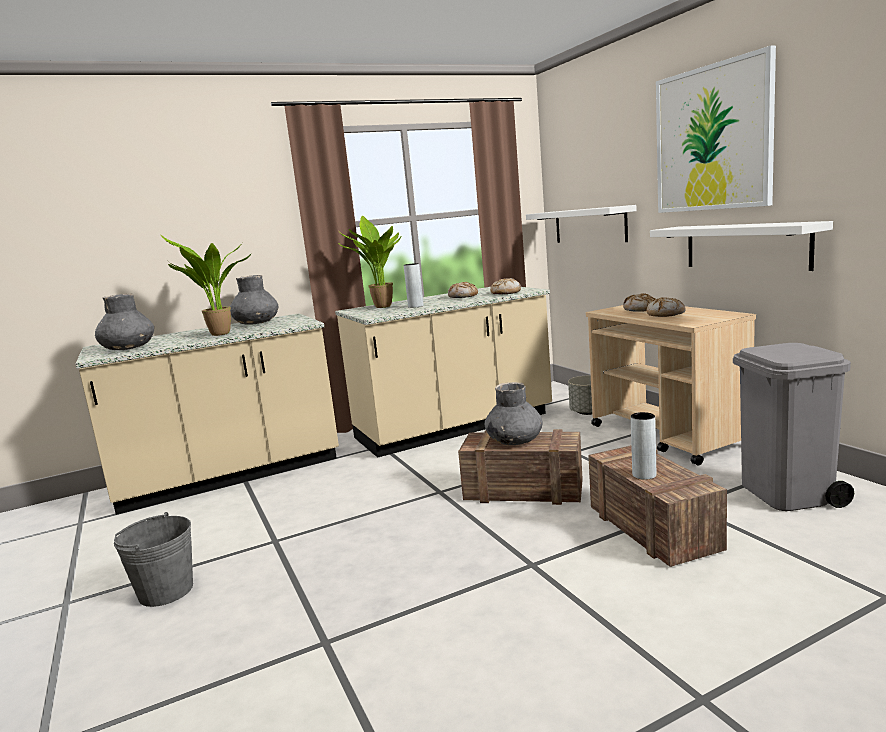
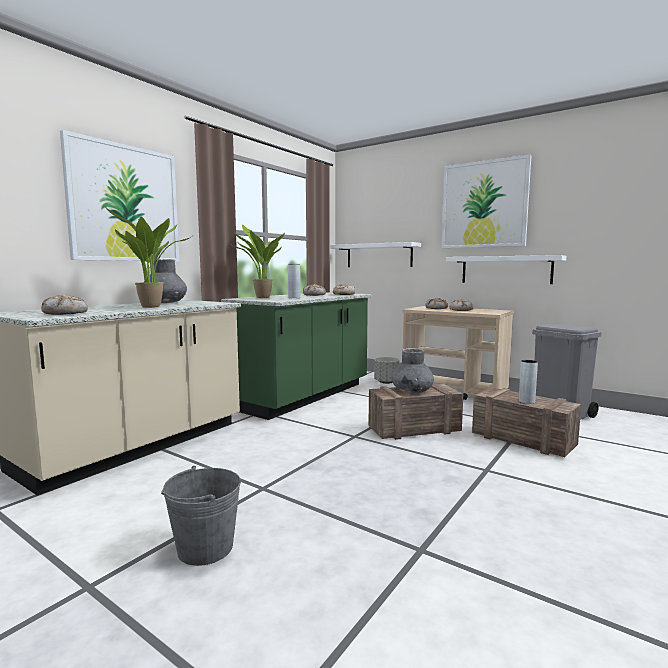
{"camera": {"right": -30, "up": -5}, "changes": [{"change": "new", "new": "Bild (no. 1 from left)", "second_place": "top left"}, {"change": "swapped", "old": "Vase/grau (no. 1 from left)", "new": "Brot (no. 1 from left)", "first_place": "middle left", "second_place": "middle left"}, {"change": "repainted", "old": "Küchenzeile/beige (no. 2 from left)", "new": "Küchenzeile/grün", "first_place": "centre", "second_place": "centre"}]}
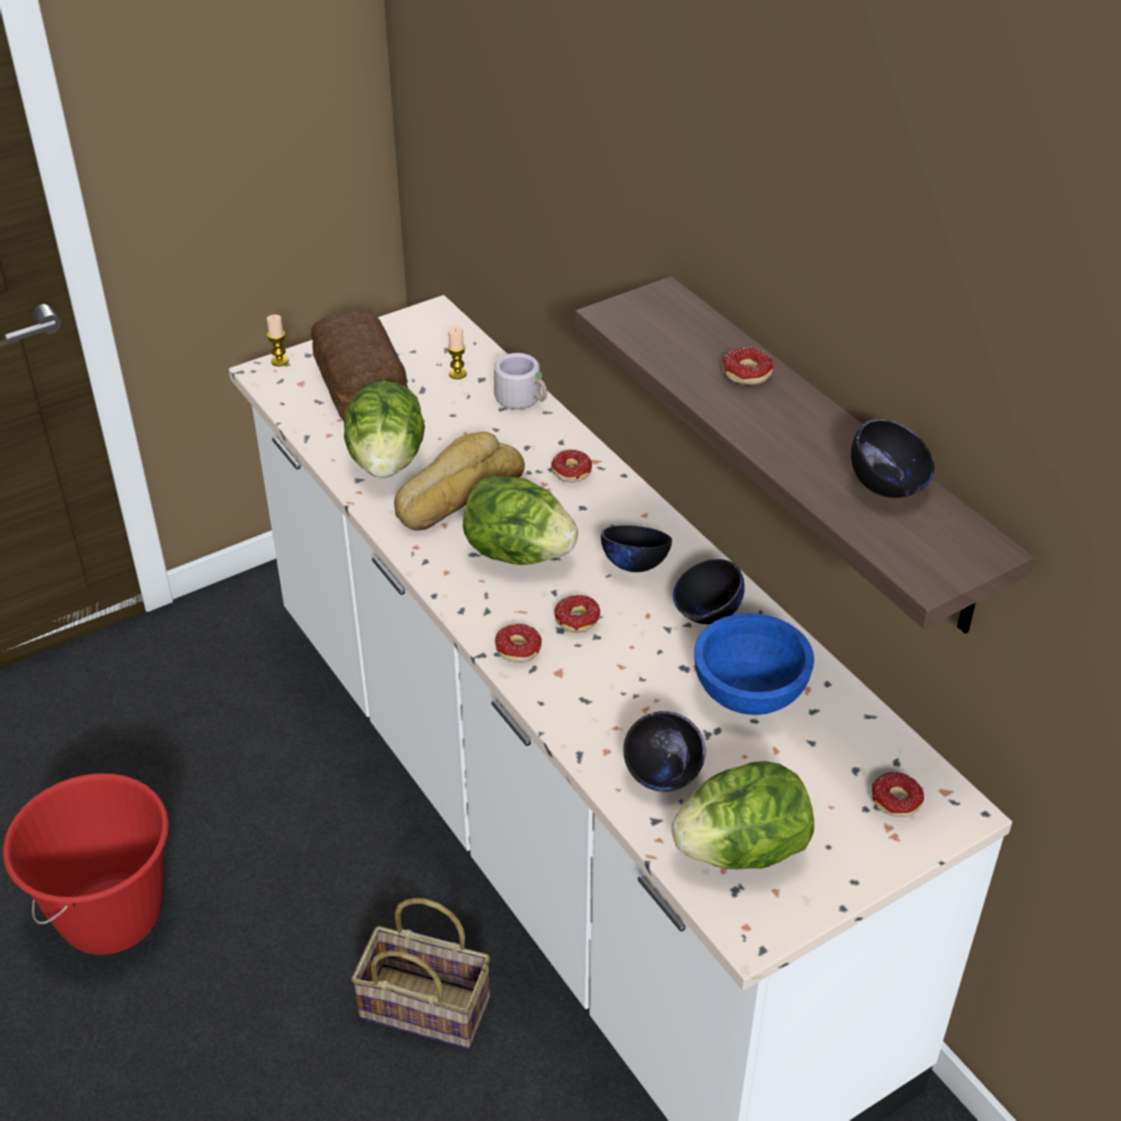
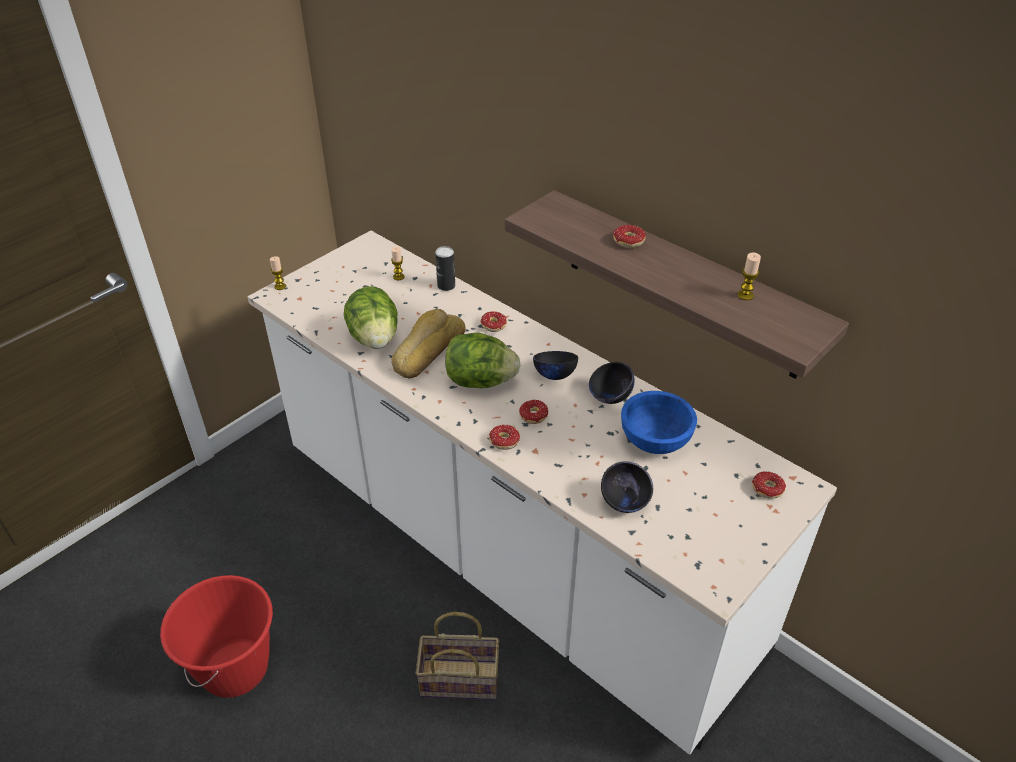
{"camera": {"right": -15, "up": 0}, "changes": [{"change": "gone", "old": "Brot (no. 1 from left)", "first_place": "top left"}, {"change": "gone", "old": "Salatkopf (no. 3 from left)", "first_place": "bottom centre"}, {"change": "swapped", "old": "Henkelbecher/grau", "new": "Dose", "first_place": "centre", "second_place": "centre"}, {"change": "swapped", "old": "Schüssel/schwarz (no. 4 from left)", "new": "Kerze (no. 3 from left)", "first_place": "middle right", "second_place": "middle right"}]}
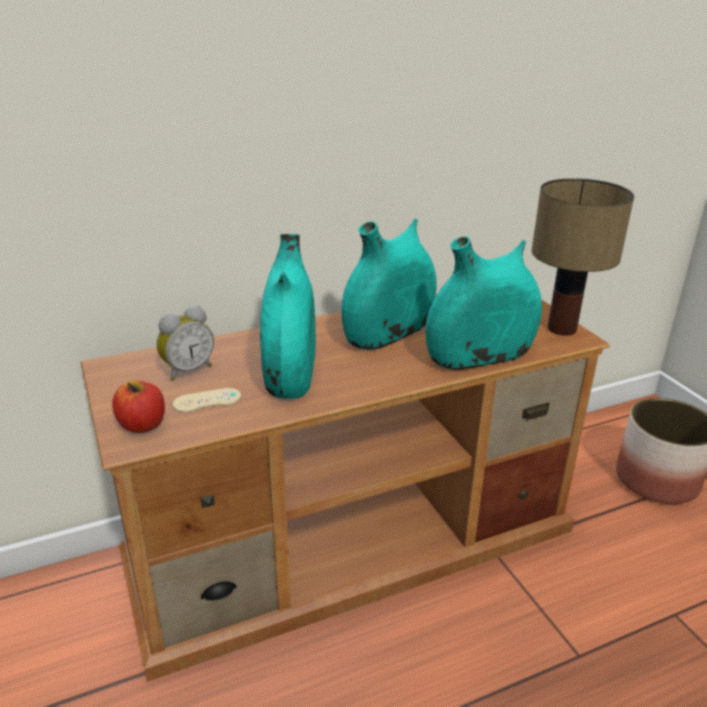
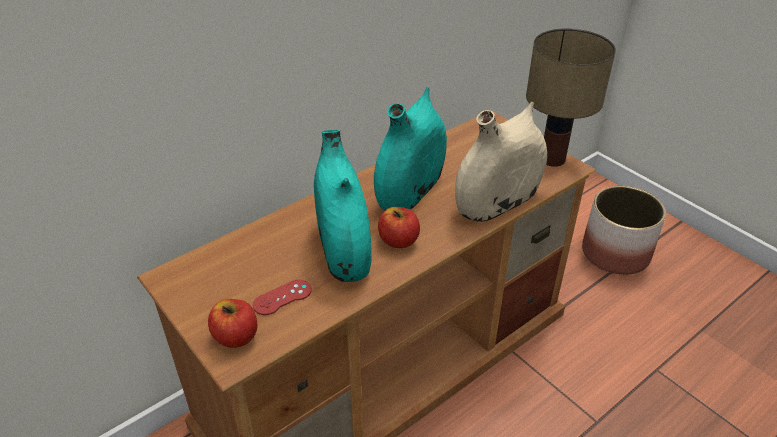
{"camera": {"right": -15, "up": 10}, "changes": [{"change": "gone", "old": "Wecker", "first_place": "middle left"}, {"change": "new", "new": "Apfel (no. 2 from left)", "second_place": "centre"}, {"change": "repainted", "old": "Gamepad/beige", "new": "Gamepad/rot", "first_place": "middle left", "second_place": "bottom centre"}, {"change": "repainted", "old": "Vase/türkis (no. 3 from left)", "new": "Vase/beige", "first_place": "middle right", "second_place": "centre"}]}
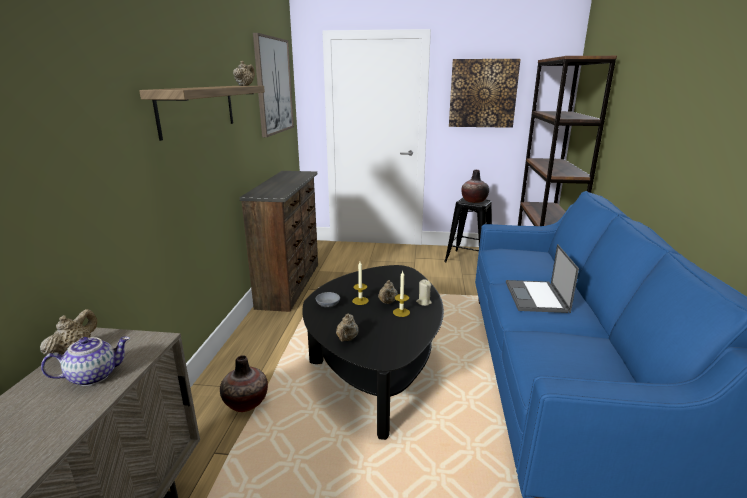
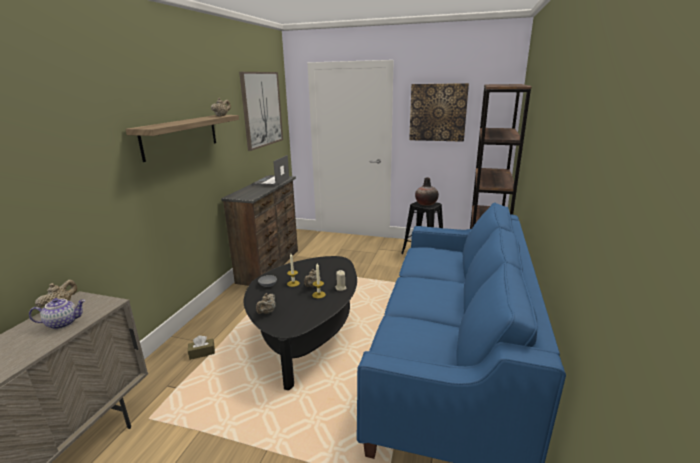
{"camera": {"right": 10, "up": 0}, "changes": [{"change": "shifted", "old": "Laptop", "first_place": "middle right", "second_place": "centre"}, {"change": "swapped", "old": "Vase (no. 1 from left)", "new": "Taschentuchbox/braun", "first_place": "bottom left", "second_place": "bottom left"}]}
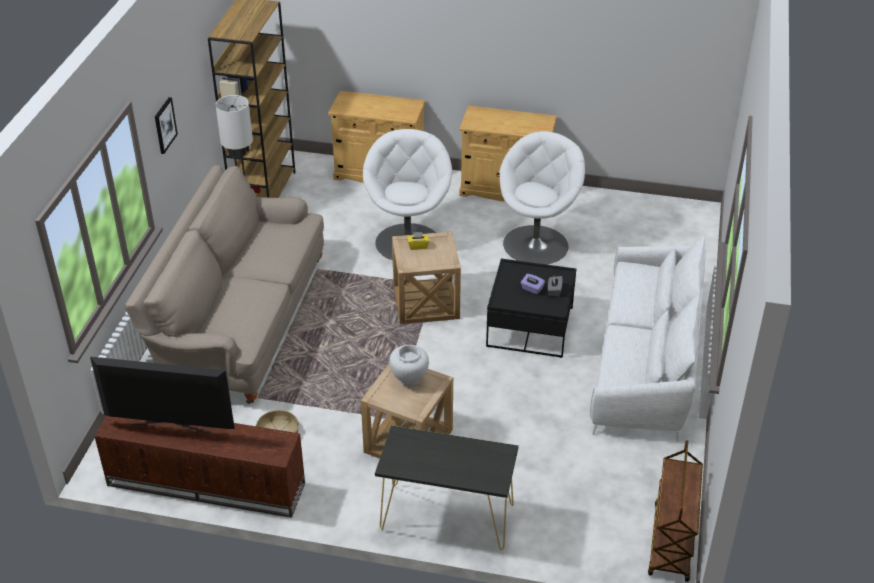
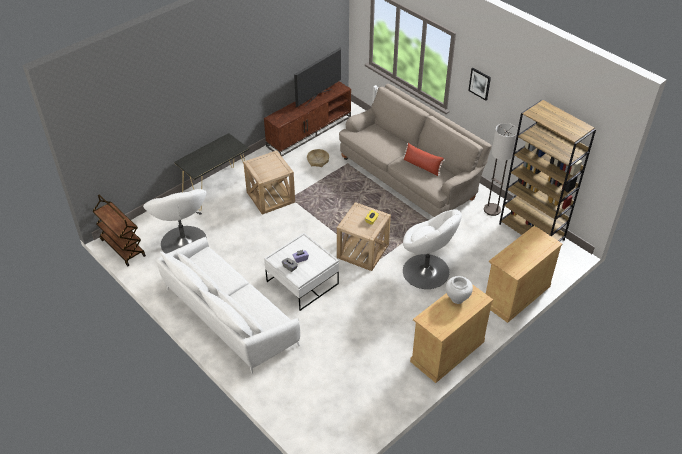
{"camera": {"right": 125, "up": 5}, "changes": [{"change": "new", "new": "Kissen/rot", "second_place": "centre"}, {"change": "shifted", "old": "Vase/weiß", "first_place": "centre", "second_place": "middle right"}, {"change": "shifted", "old": "Sessel/weiß (no. 2 from left in the first image)", "new": "Sessel/weiß (no. 1 from left)", "first_place": "centre", "second_place": "middle left"}, {"change": "repainted", "old": "Couchtisch/schwarz", "new": "Couchtisch/weiß", "first_place": "centre", "second_place": "centre"}]}
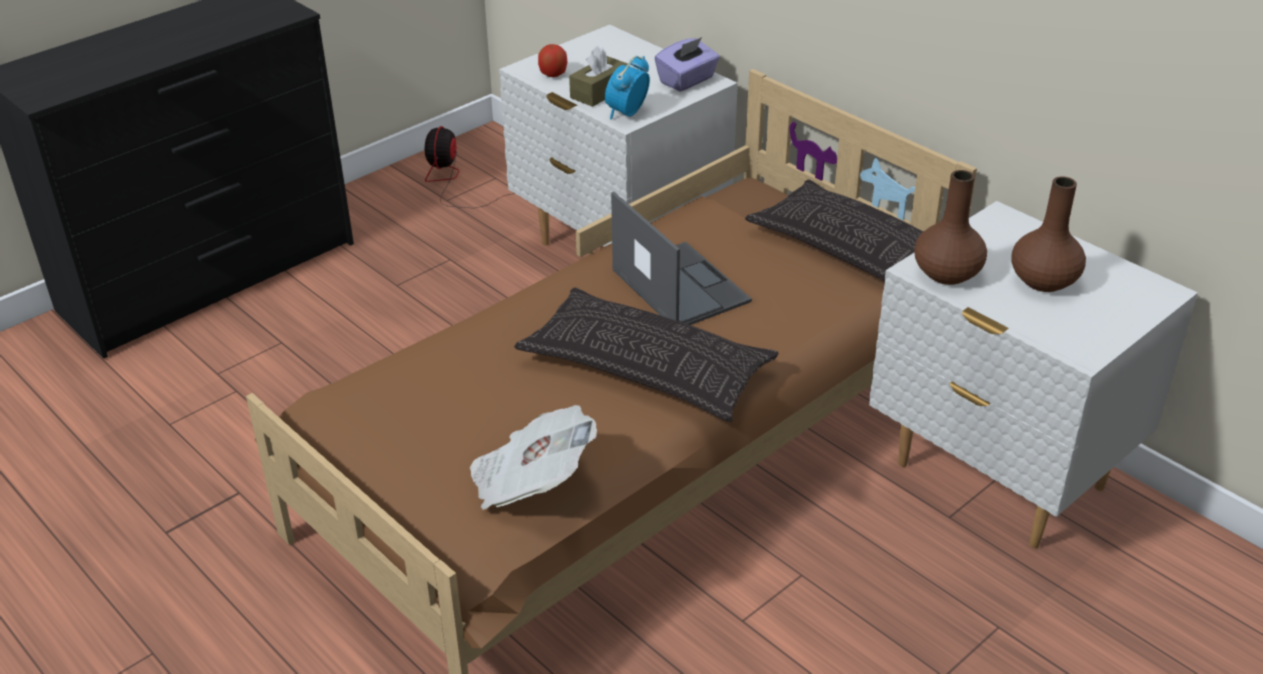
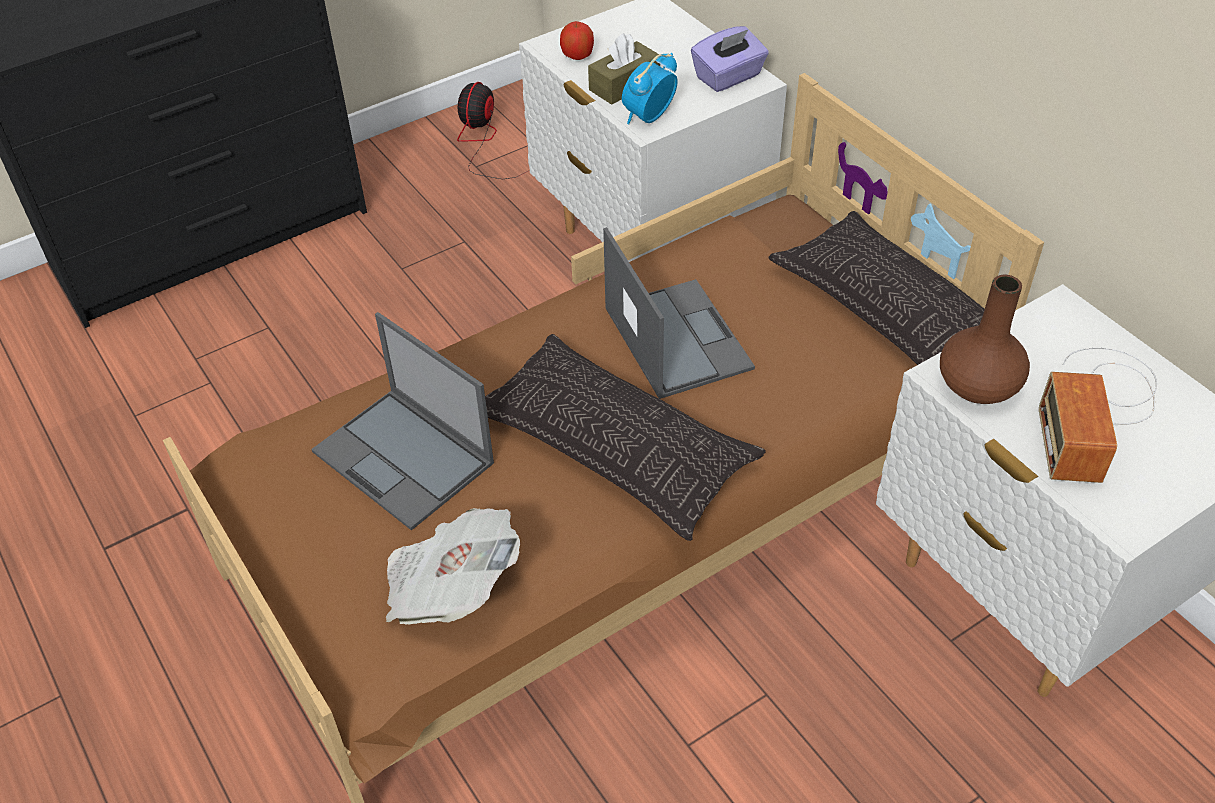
{"camera": {"right": 10, "up": 10}, "changes": [{"change": "new", "new": "Laptop (no. 1 from left)", "second_place": "middle left"}, {"change": "swapped", "old": "Vase/braun (no. 2 from left)", "new": "Radio", "first_place": "middle right", "second_place": "middle right"}]}
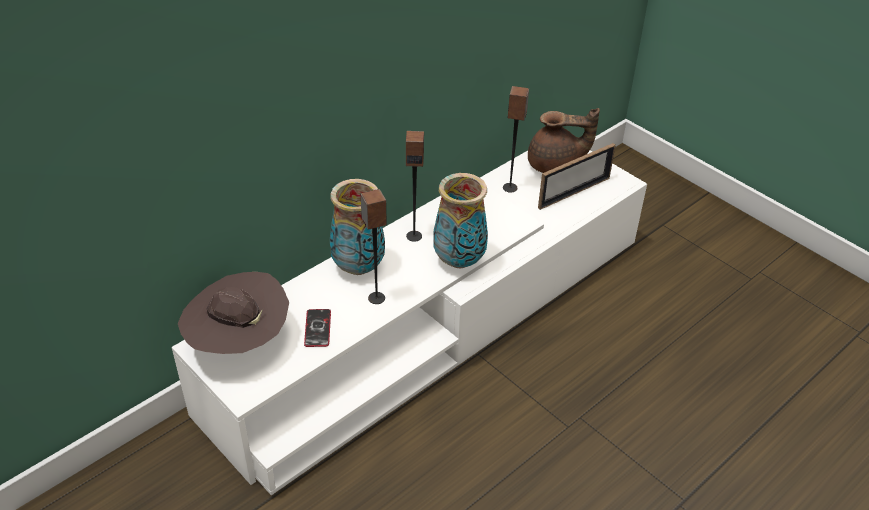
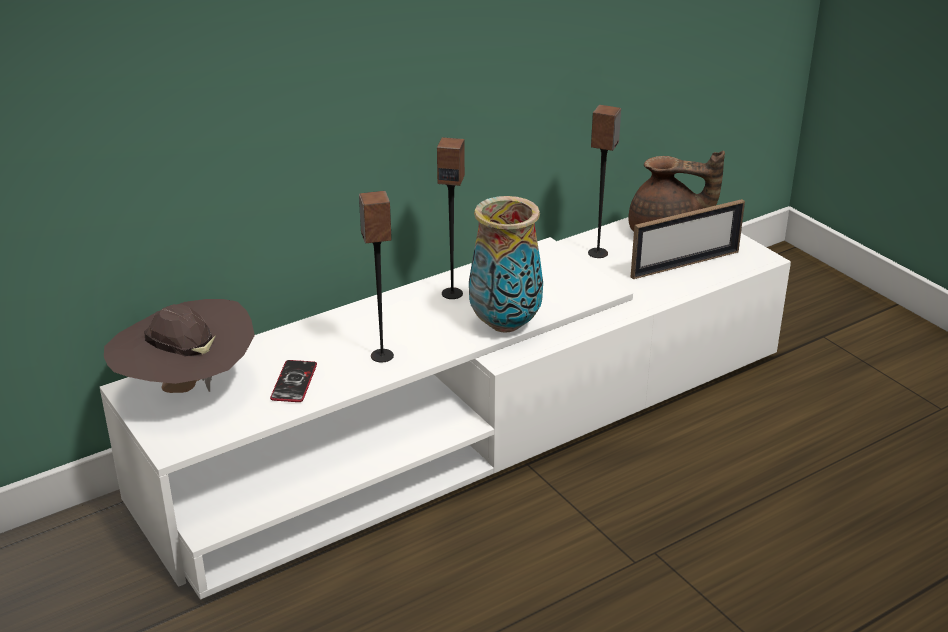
{"camera": {"right": 10, "up": -10}, "changes": [{"change": "gone", "old": "Vase (no. 1 from left)", "first_place": "centre"}]}
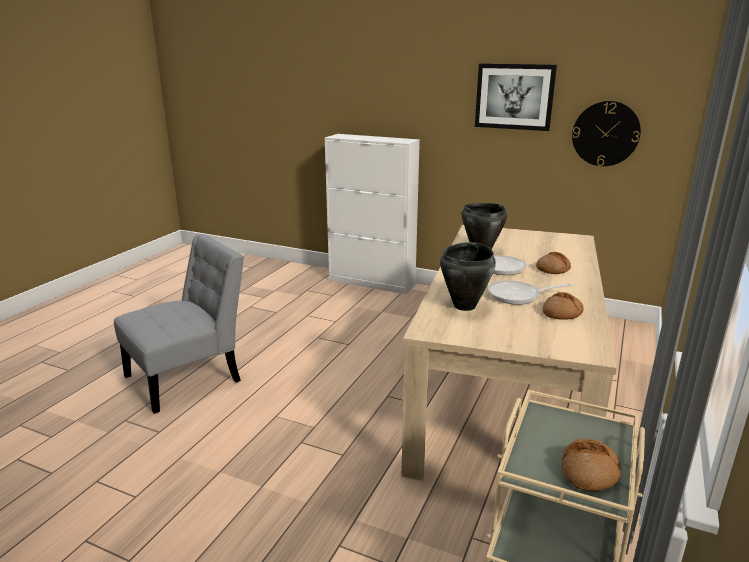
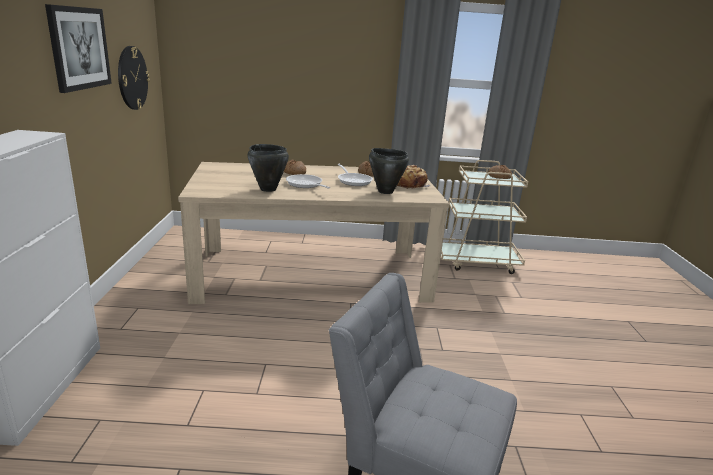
{"camera": {"right": -115, "up": 0}, "changes": [{"change": "new", "new": "Brot (no. 3 from left)", "second_place": "centre"}]}
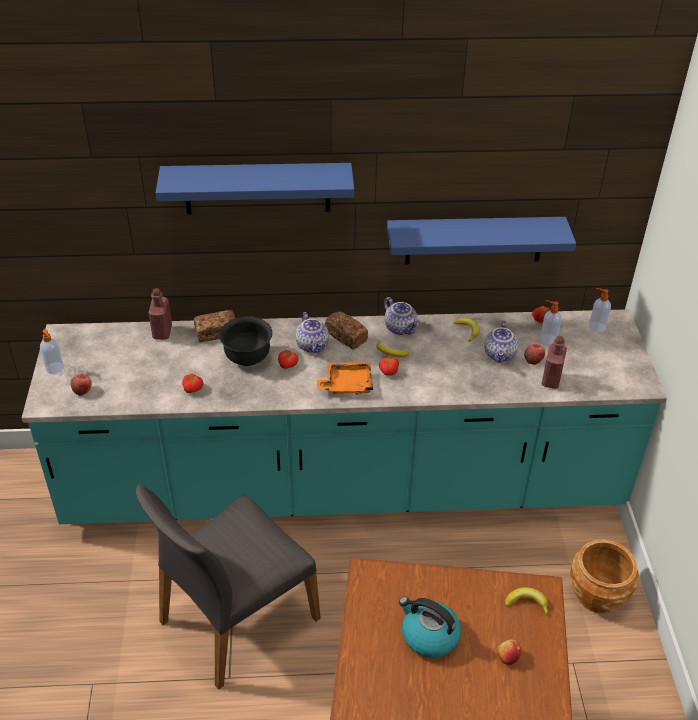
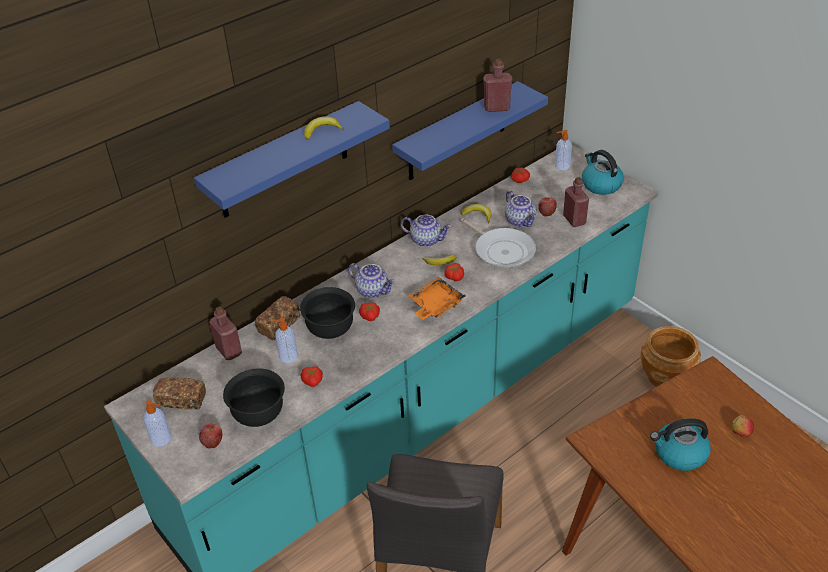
{"camera": {"right": -35, "up": 0}, "changes": [{"change": "new", "new": "Schüssel/schwarz (no. 1 from left)", "second_place": "bottom left"}, {"change": "new", "new": "Pfanne", "second_place": "centre"}, {"change": "new", "new": "Flasche/rot (no. 2 from left)", "second_place": "top centre"}, {"change": "new", "new": "Wasserkessel (no. 1 from left)", "second_place": "top right"}, {"change": "shifted", "old": "Brot (no. 2 from left in the first image)", "new": "Brot (no. 1 from left)", "first_place": "centre", "second_place": "bottom left"}, {"change": "shifted", "old": "Banane (no. 3 from left in the first image)", "new": "Banane (no. 1 from left)", "first_place": "bottom right", "second_place": "top centre"}, {"change": "shifted", "old": "Seifenspender (no. 2 from left)", "first_place": "middle right", "second_place": "centre"}]}
